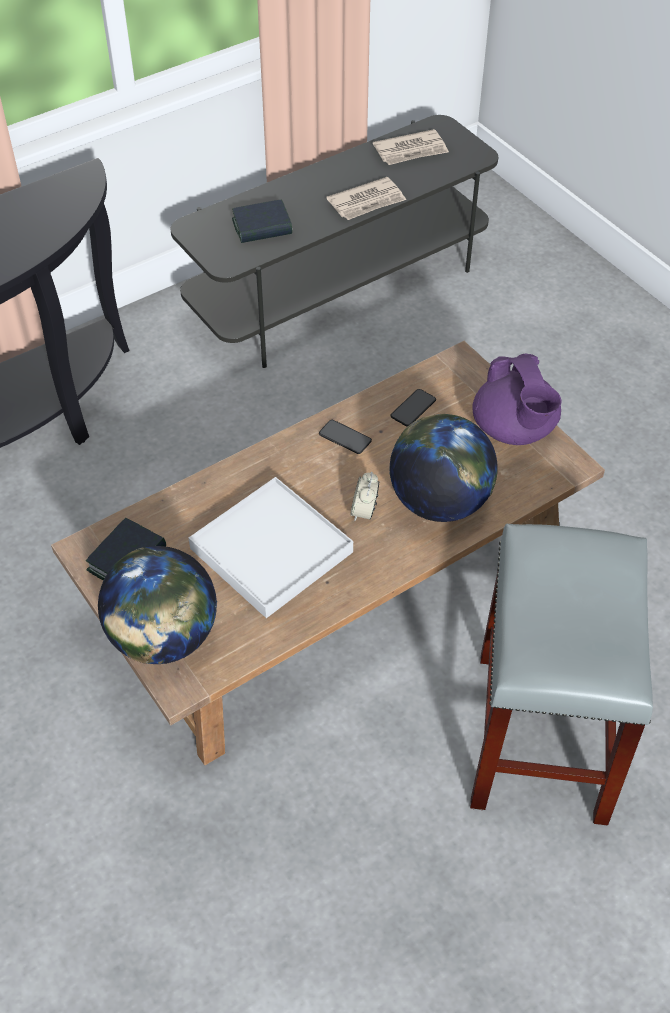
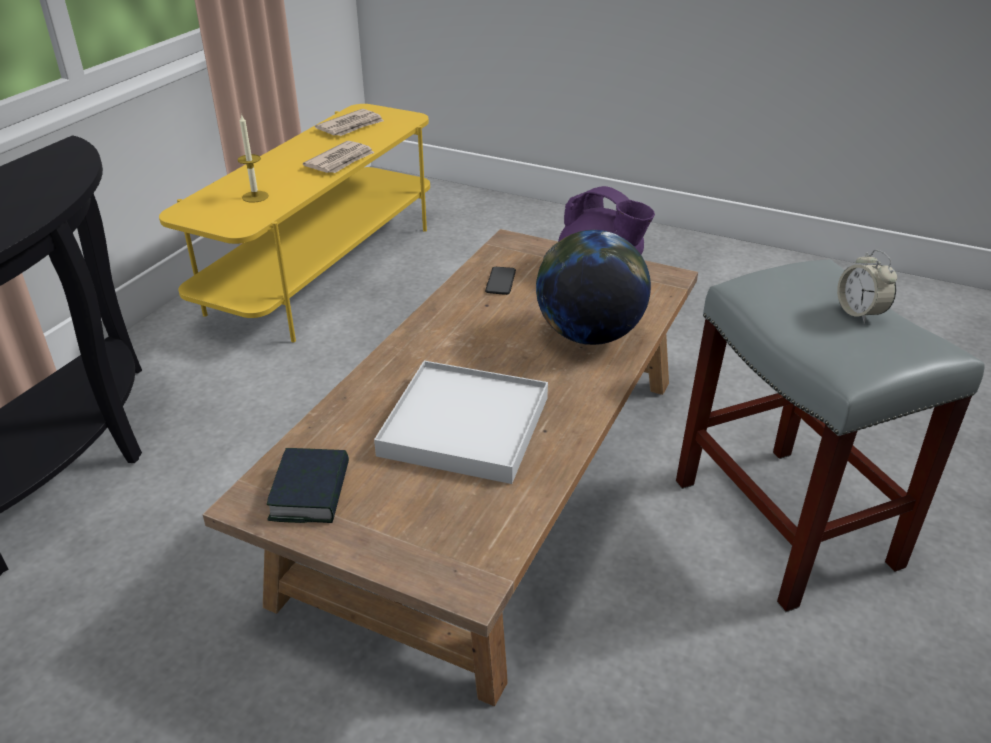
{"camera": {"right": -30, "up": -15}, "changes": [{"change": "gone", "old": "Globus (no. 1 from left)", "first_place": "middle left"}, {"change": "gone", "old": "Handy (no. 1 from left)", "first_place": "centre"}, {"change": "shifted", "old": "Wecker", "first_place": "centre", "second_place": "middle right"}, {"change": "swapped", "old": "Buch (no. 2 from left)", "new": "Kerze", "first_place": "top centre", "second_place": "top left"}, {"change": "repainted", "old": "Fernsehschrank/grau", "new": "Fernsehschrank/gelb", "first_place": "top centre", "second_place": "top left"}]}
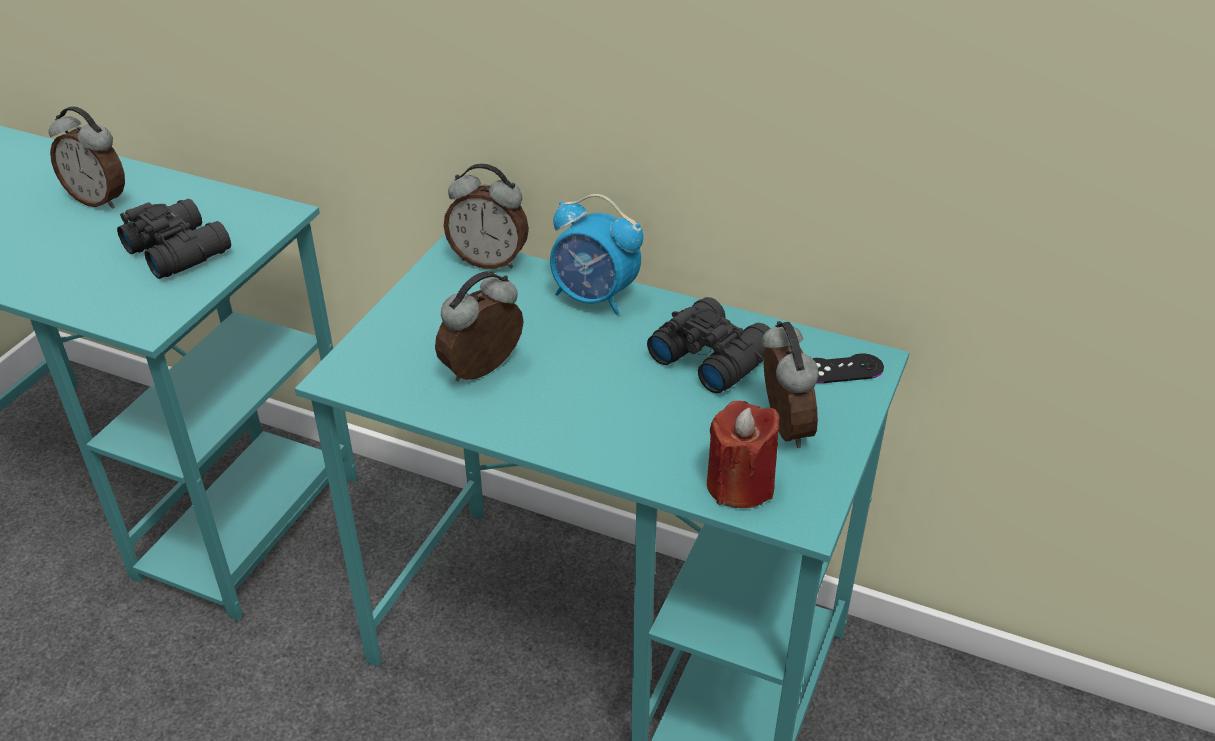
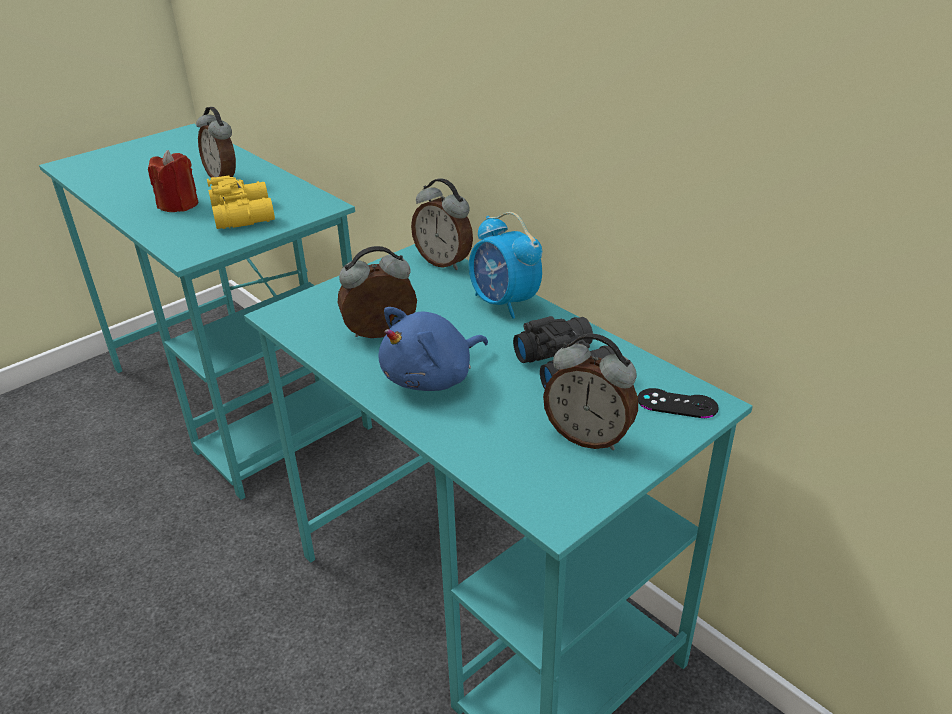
{"camera": {"right": 25, "up": -5}, "changes": [{"change": "new", "new": "Plüschtier/blau", "second_place": "centre"}, {"change": "shifted", "old": "Kerze/rot", "first_place": "centre", "second_place": "top left"}, {"change": "repainted", "old": "Fernglas/schwarz (no. 1 from left)", "new": "Fernglas/gelb", "first_place": "top left", "second_place": "top left"}, {"change": "rotated", "old": "Wecker (no. 5 from left)", "first_place": "centre", "second_place": "centre", "degrees": 105}]}
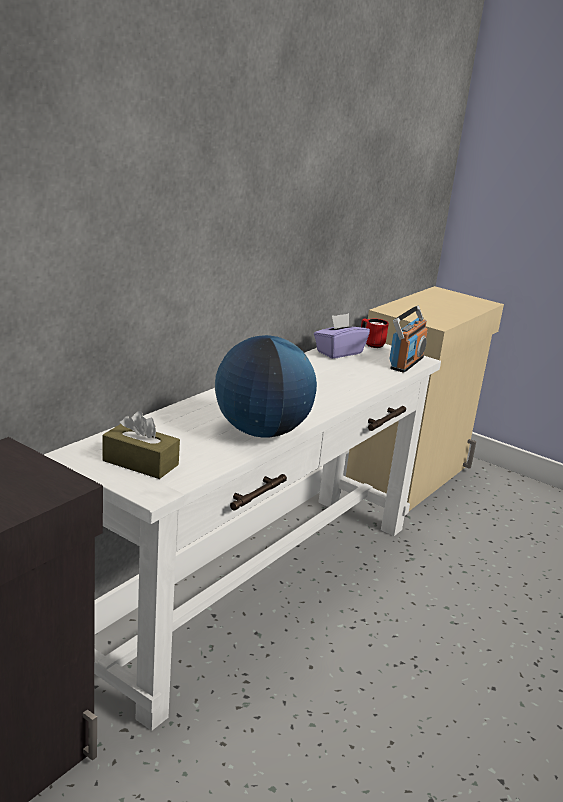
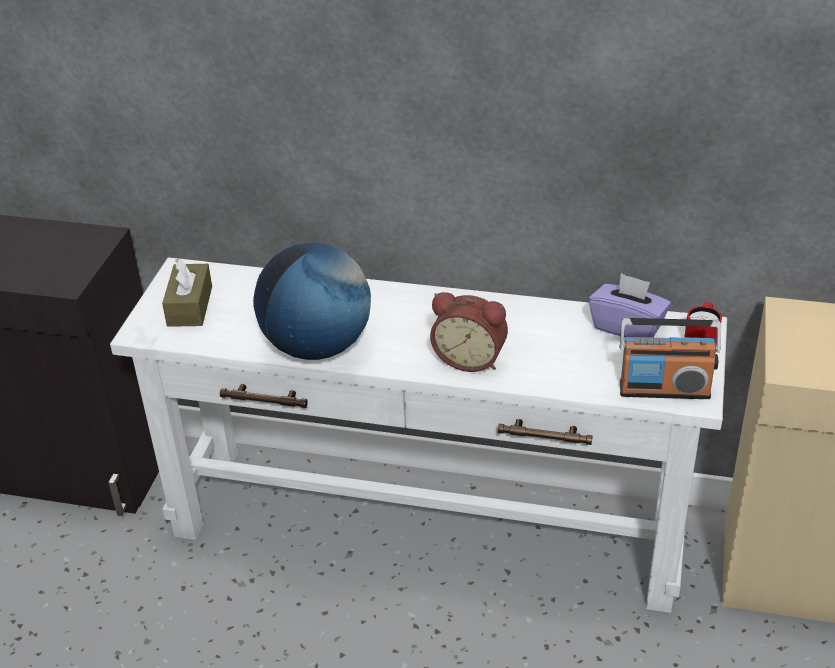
{"camera": {"right": 70, "up": 15}, "changes": [{"change": "new", "new": "Wecker", "second_place": "centre"}]}
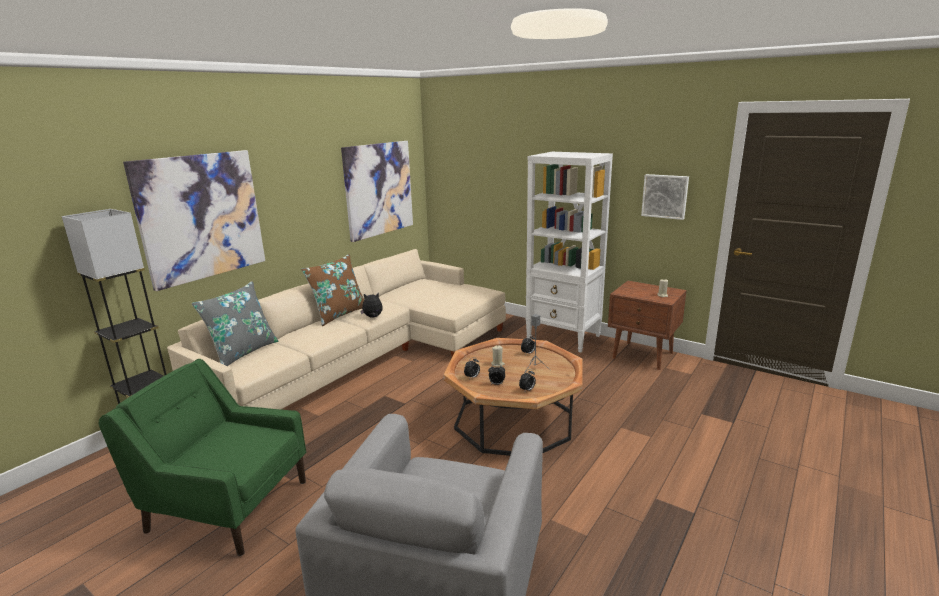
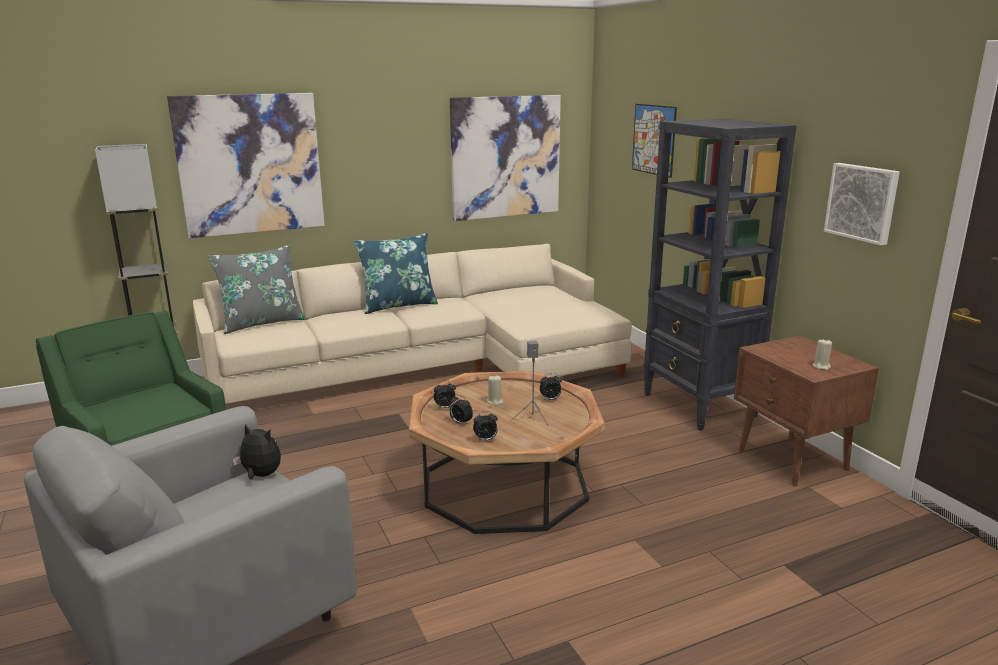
{"camera": {"right": 30, "up": 0}, "changes": [{"change": "new", "new": "Bild (no. 3 from left)", "second_place": "top centre"}, {"change": "shifted", "old": "Plüschtier", "first_place": "centre", "second_place": "bottom left"}, {"change": "repainted", "old": "Kissen/braun", "new": "Kissen/blau", "first_place": "centre", "second_place": "centre"}, {"change": "repainted", "old": "Bücherregal/weiß", "new": "Bücherregal/schwarz", "first_place": "centre", "second_place": "middle right"}]}
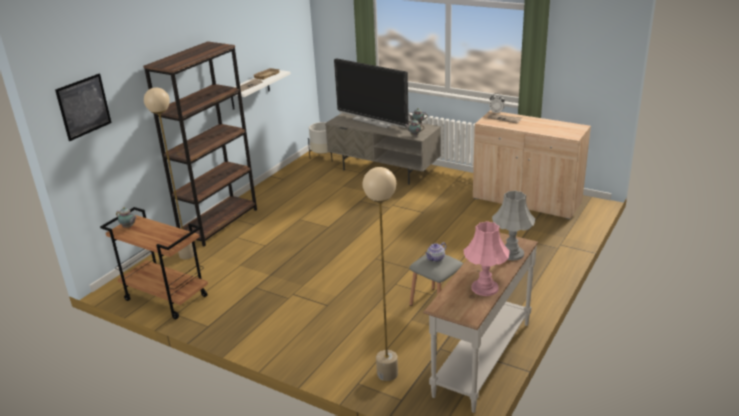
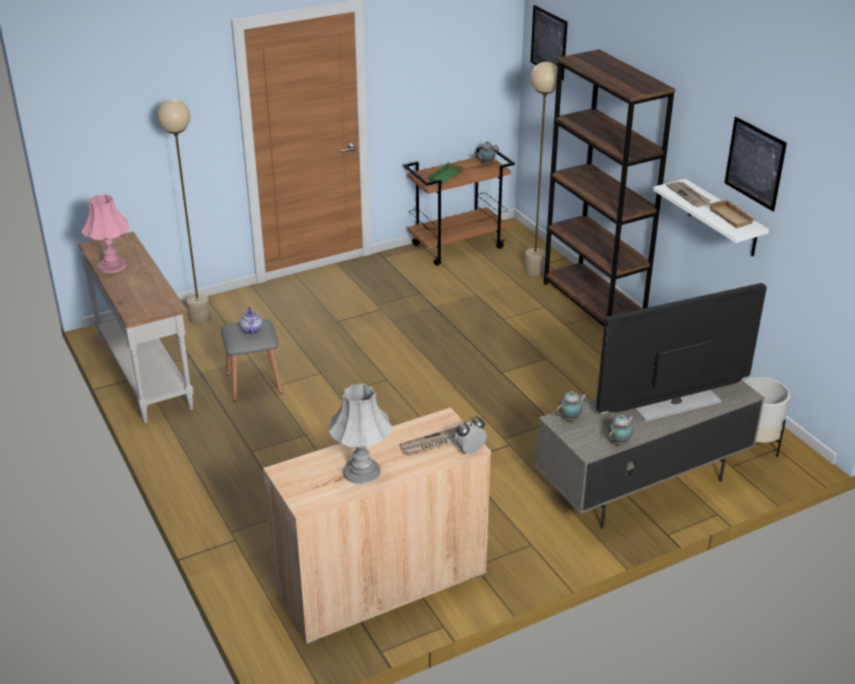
{"camera": {"right": 120, "up": 5}, "changes": [{"change": "new", "new": "Tablett/grün", "second_place": "top centre"}, {"change": "new", "new": "Bild (no. 2 from left)", "second_place": "top right"}, {"change": "shifted", "old": "Tischlampe/grau", "first_place": "middle right", "second_place": "centre"}]}
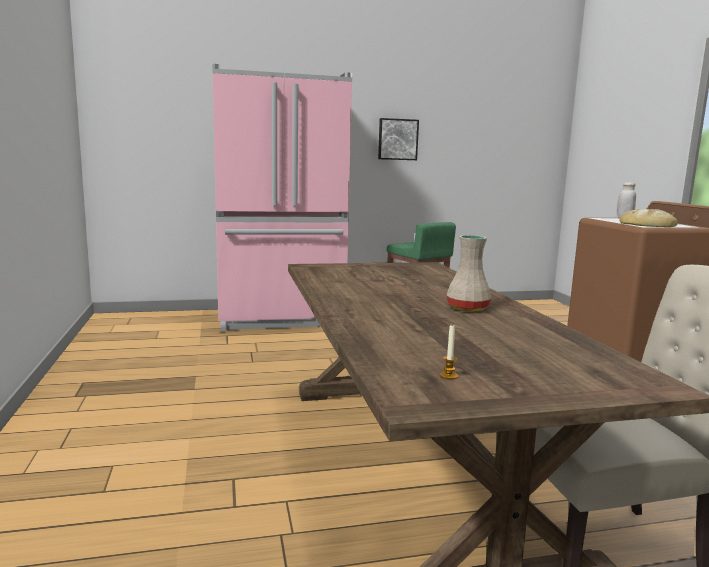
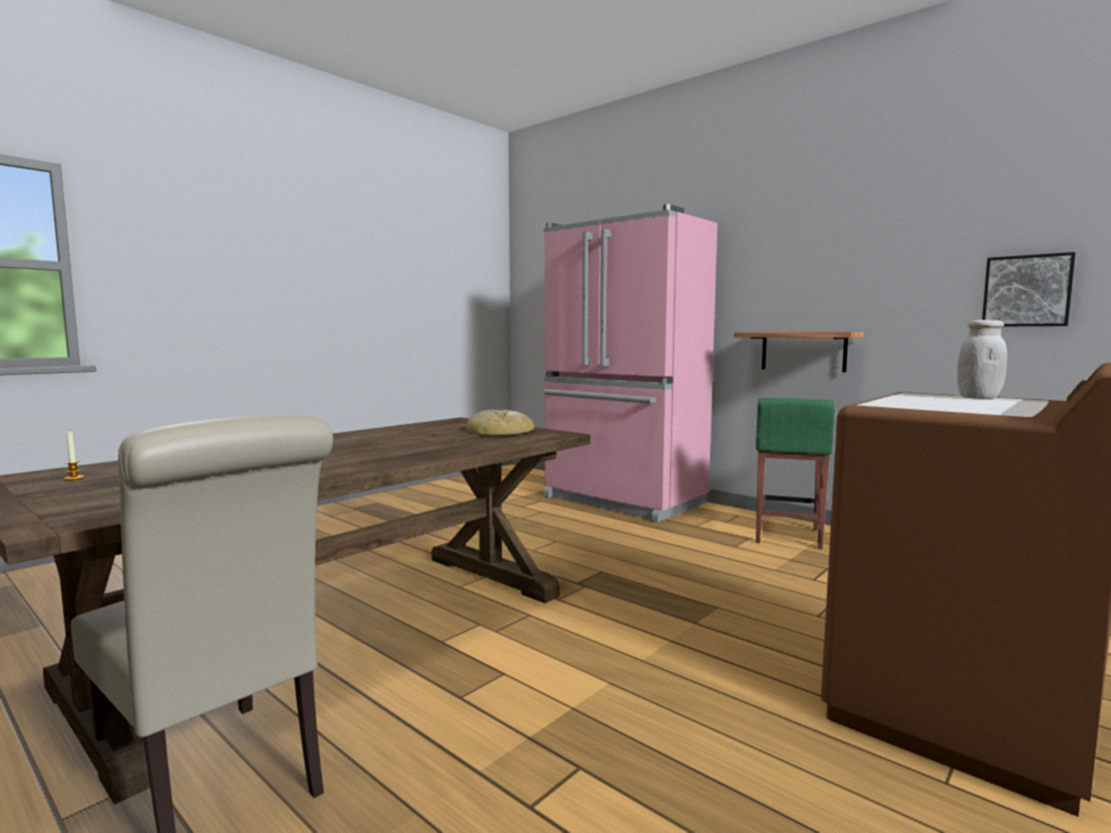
{"camera": {"right": 55, "up": -5}, "changes": [{"change": "gone", "old": "Vase/beige", "first_place": "centre"}, {"change": "new", "new": "Wandregal", "second_place": "middle right"}, {"change": "shifted", "old": "Bild", "first_place": "top centre", "second_place": "middle right"}, {"change": "shifted", "old": "Brot", "first_place": "middle right", "second_place": "centre"}]}
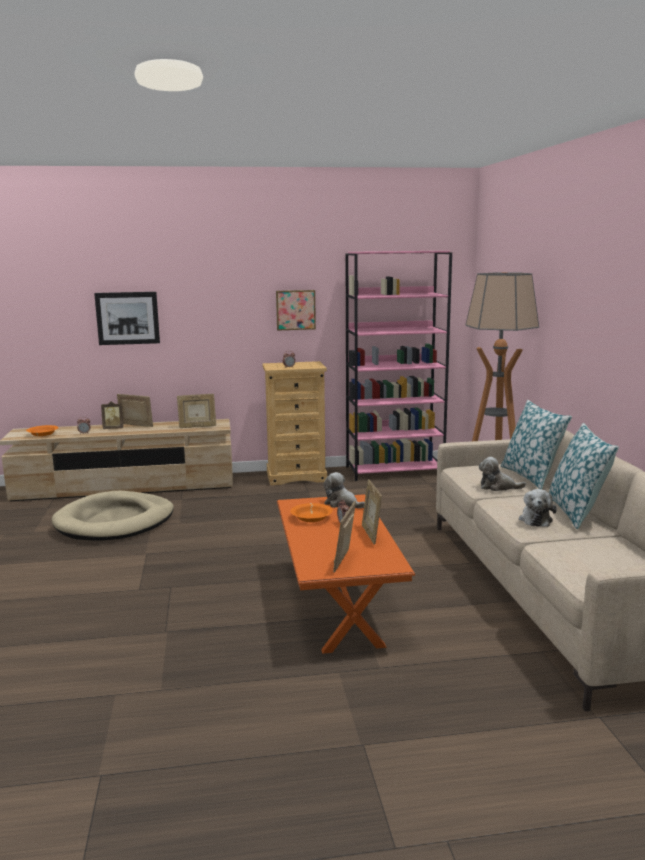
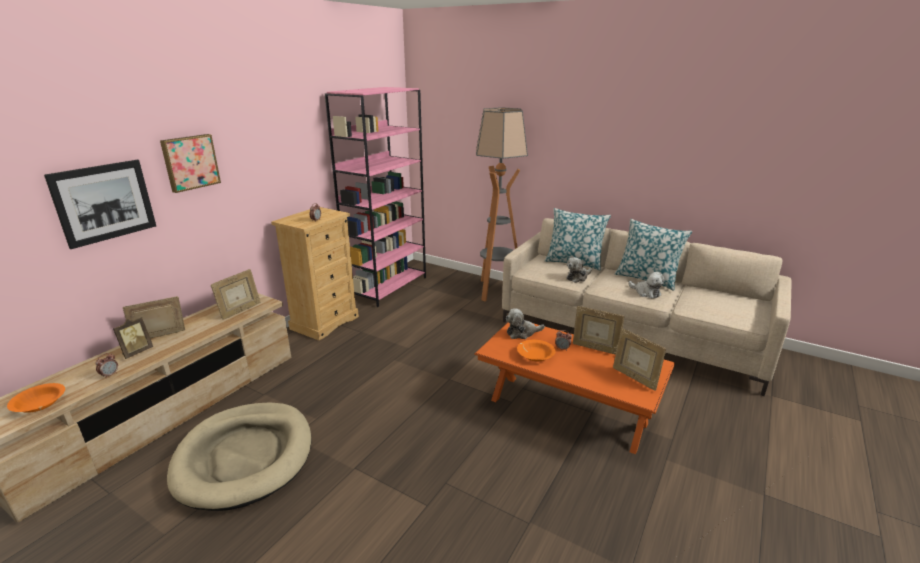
{"camera": {"right": -50, "up": 10}, "changes": [{"change": "shifted", "old": "Bild (no. 2 from left)", "first_place": "centre", "second_place": "top left"}]}
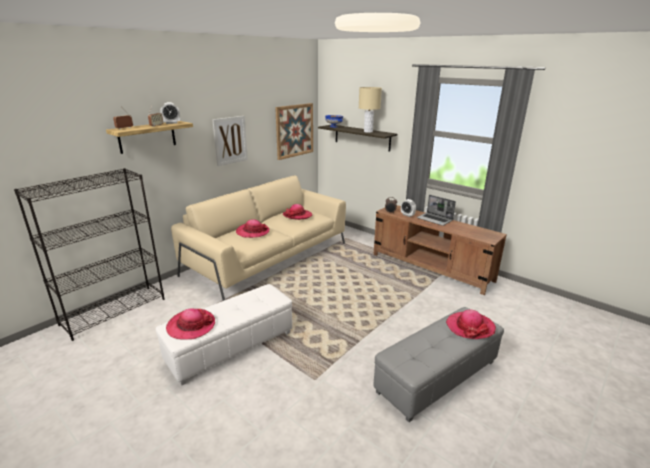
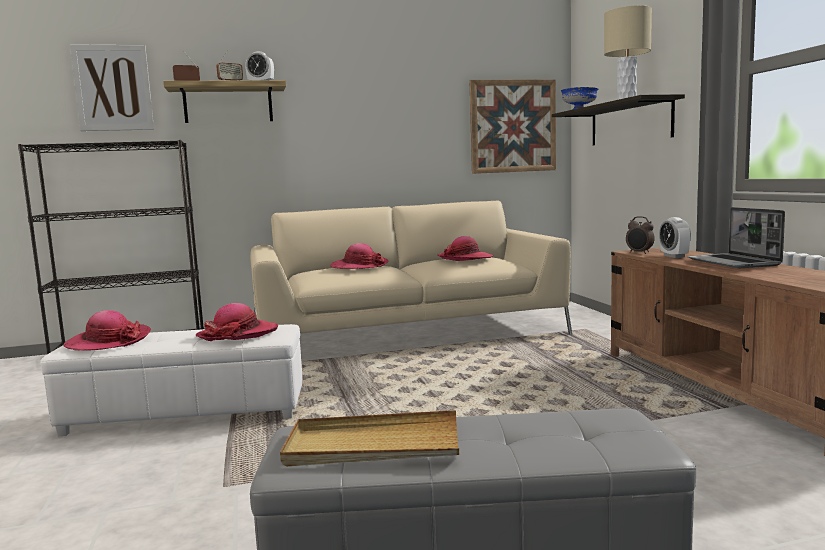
{"camera": {"right": 35, "up": -15}, "changes": [{"change": "new", "new": "Tablett/beige", "second_place": "bottom centre"}, {"change": "shifted", "old": "Bild (no. 1 from left)", "first_place": "top centre", "second_place": "top left"}, {"change": "shifted", "old": "Hut (no. 4 from left in the first image)", "new": "Hut (no. 2 from left)", "first_place": "bottom right", "second_place": "middle left"}]}
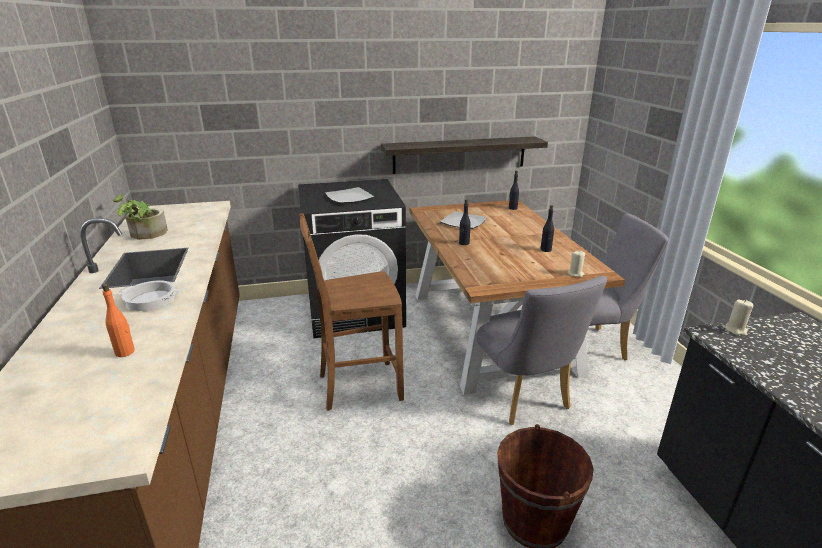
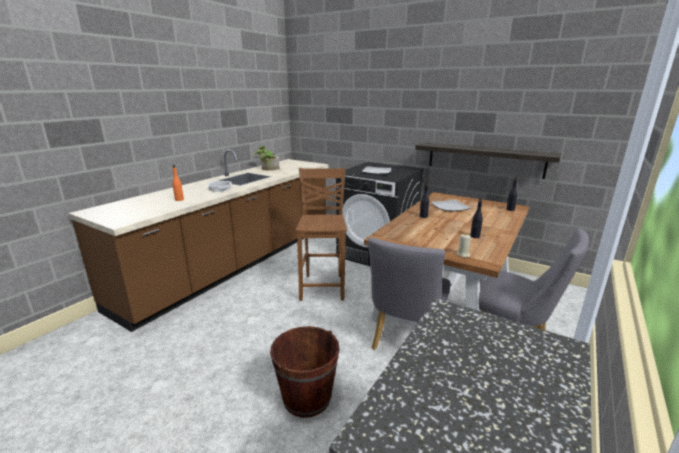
{"camera": {"right": 45, "up": -5}, "changes": [{"change": "gone", "old": "Kerze/beige (no. 2 from left)", "first_place": "middle right"}, {"change": "rotated", "old": "Stuhl/braun", "first_place": "centre", "second_place": "centre", "degrees": 60}]}
